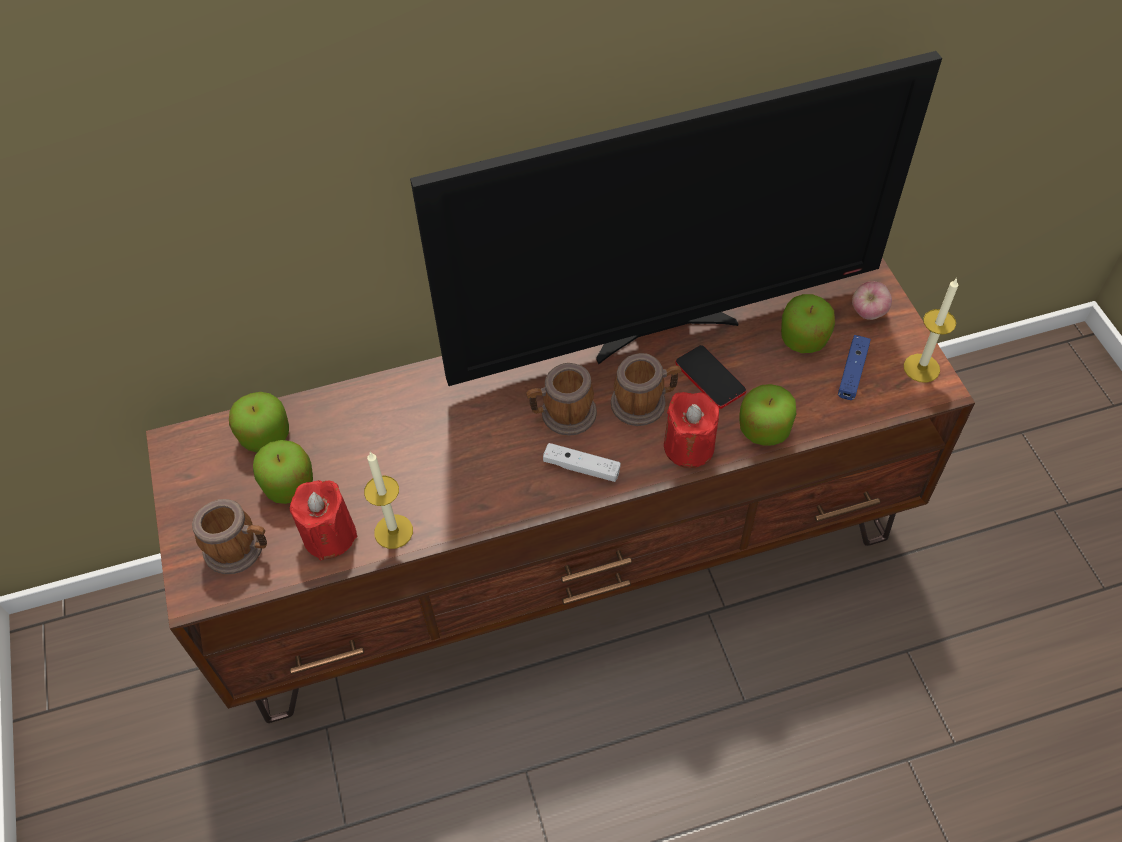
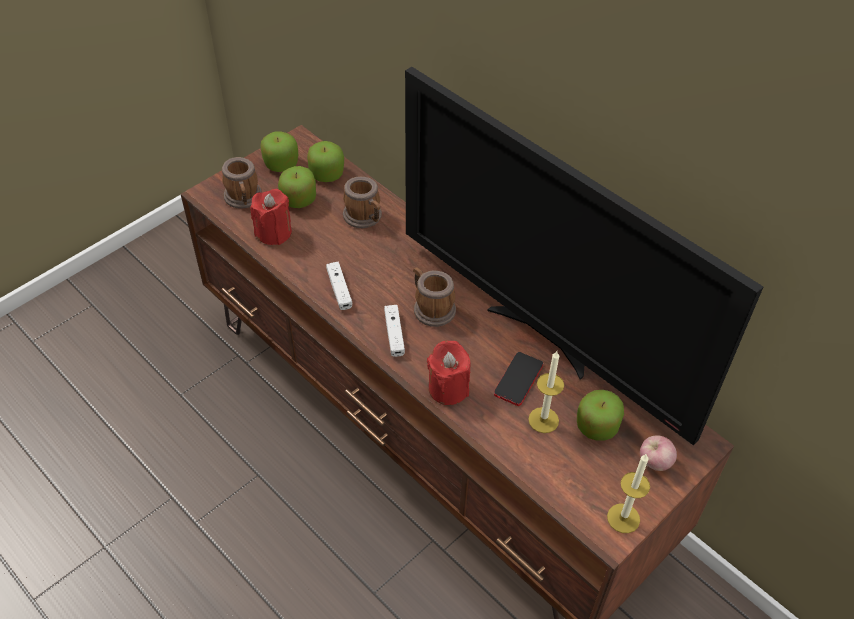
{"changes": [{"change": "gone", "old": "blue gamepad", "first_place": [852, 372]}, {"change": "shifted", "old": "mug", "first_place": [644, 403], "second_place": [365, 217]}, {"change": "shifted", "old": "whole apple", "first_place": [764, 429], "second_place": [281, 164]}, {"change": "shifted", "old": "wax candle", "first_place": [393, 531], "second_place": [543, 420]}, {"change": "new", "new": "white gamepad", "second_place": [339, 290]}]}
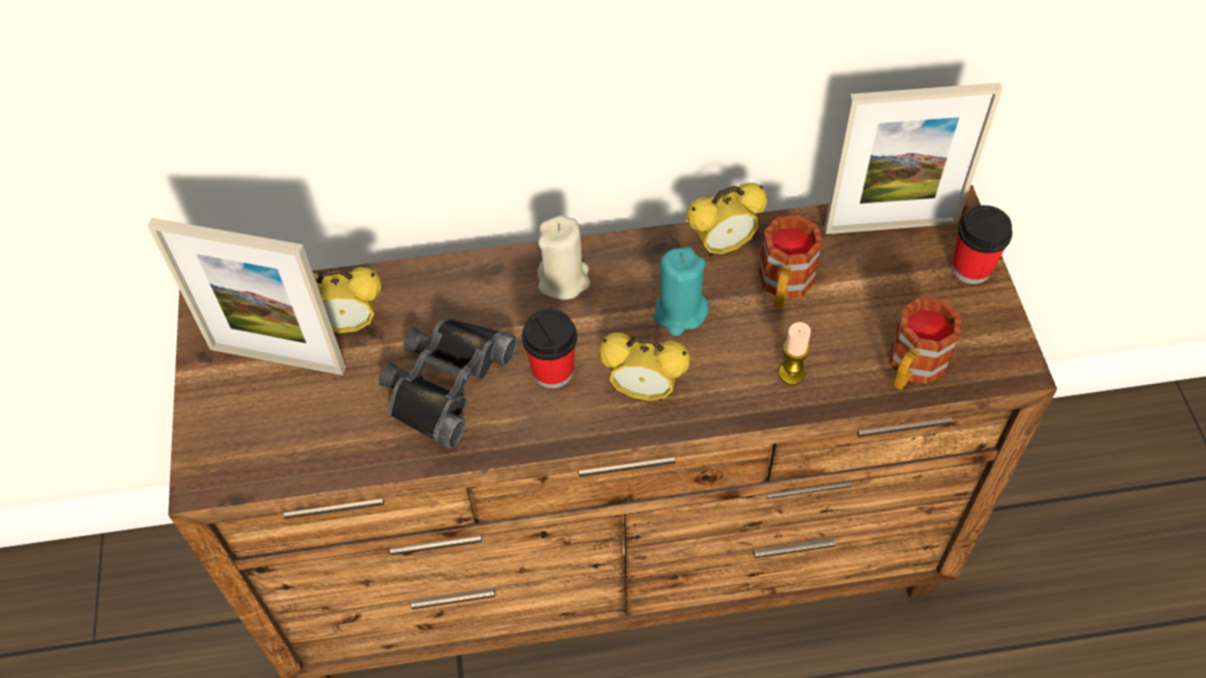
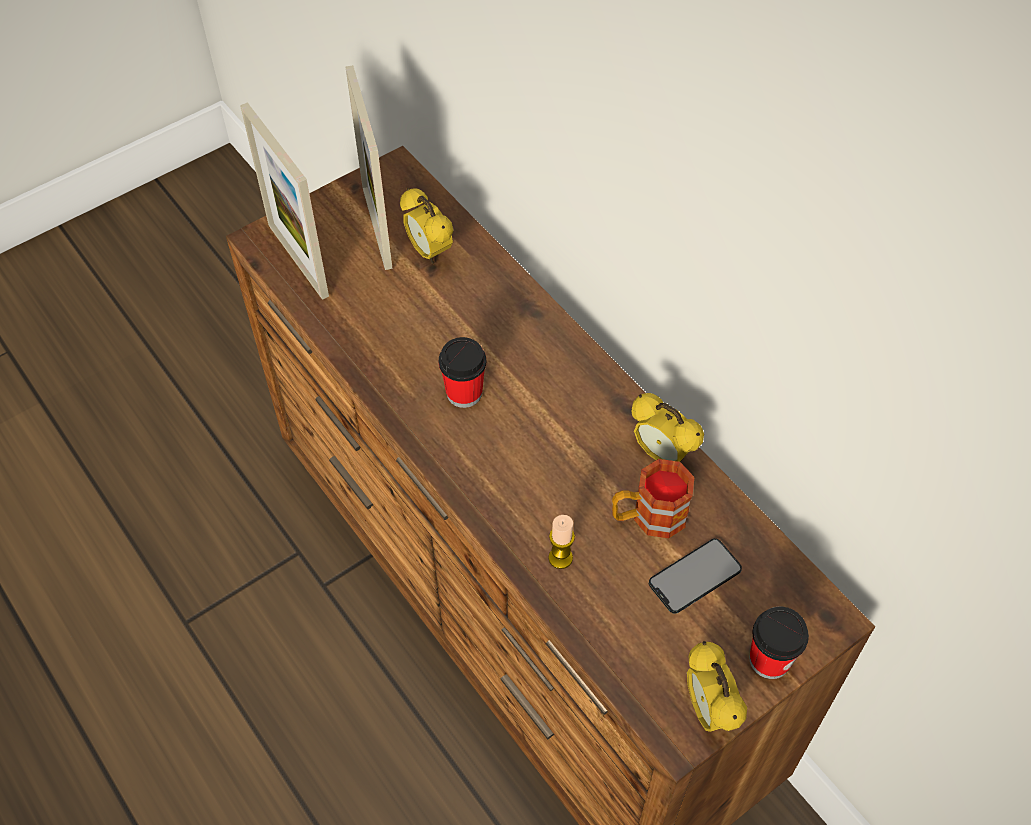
{"changes": [{"change": "shifted", "old": "picture frame", "first_place": [891, 225], "second_place": [298, 260]}, {"change": "gone", "old": "sand-coloured wax candle", "first_place": [564, 280]}, {"change": "gone", "old": "turquoise wax candle", "first_place": [680, 313]}, {"change": "gone", "old": "mug", "first_place": [912, 368]}, {"change": "gone", "old": "black-coloured pair of binoculars", "first_place": [444, 382]}, {"change": "shifted", "old": "bedside clock", "first_place": [643, 391], "second_place": [708, 710]}, {"change": "new", "new": "handset", "second_place": [695, 576]}]}
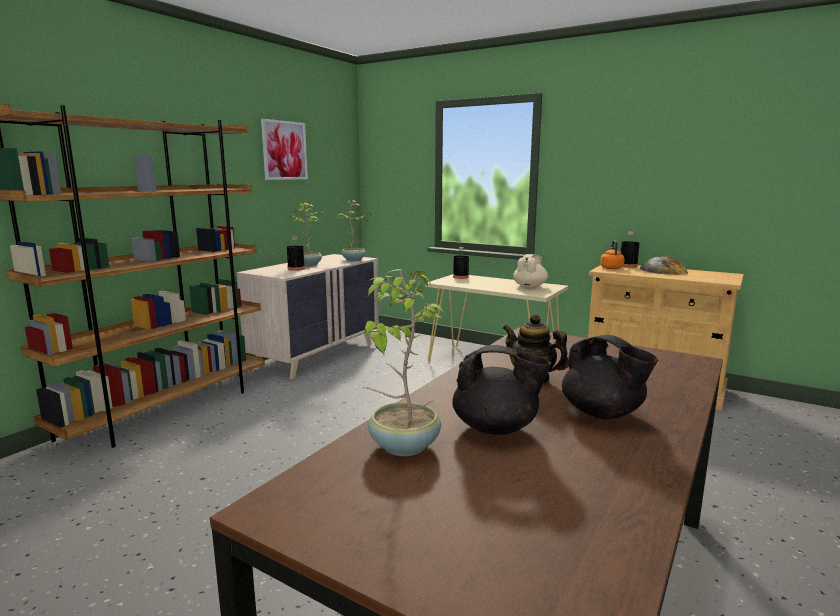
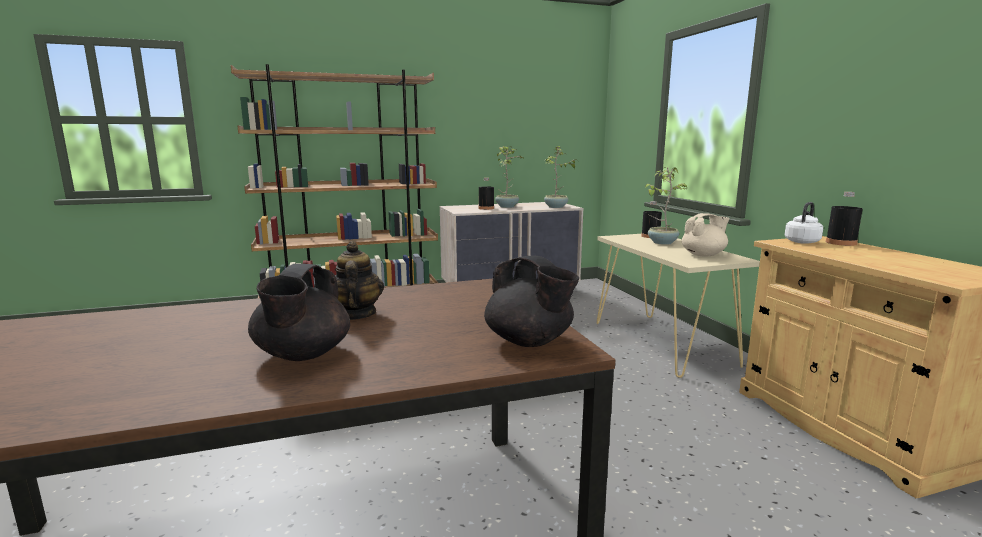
{"changes": [{"change": "gone", "old": "wall picture", "first_place": [284, 150]}, {"change": "repainted", "old": "orange tea kettle", "new": "white tea kettle", "first_place": [611, 268], "second_place": [802, 241]}, {"change": "gone", "old": "bakery bread", "first_place": [662, 270]}, {"change": "shifted", "old": "houseplant", "first_place": [402, 446], "second_place": [661, 242]}, {"change": "shifted", "old": "black-coloured tea pot", "first_place": [496, 428], "second_place": [529, 342]}]}
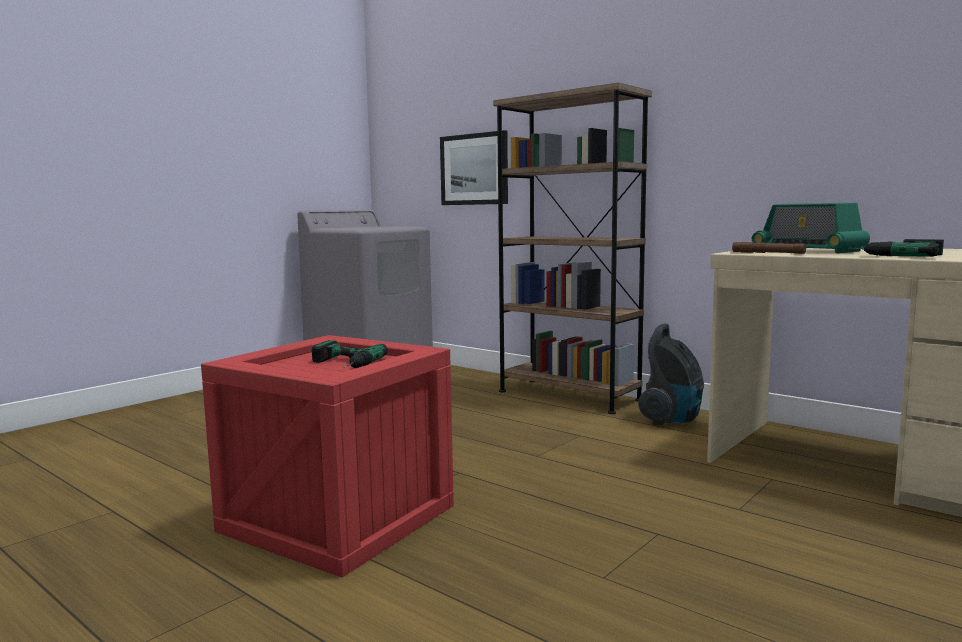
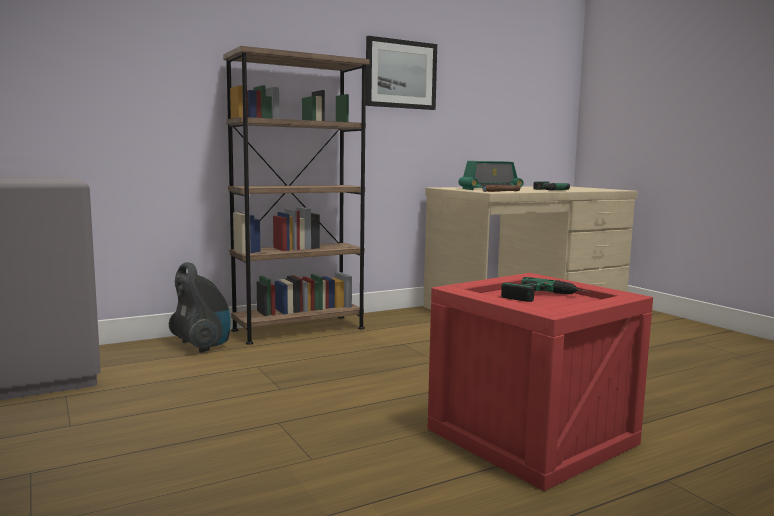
{"changes": [{"change": "shifted", "old": "wall picture", "first_place": [474, 169], "second_place": [401, 74]}, {"change": "shifted", "old": "hoover", "first_place": [672, 420], "second_place": [202, 345]}]}
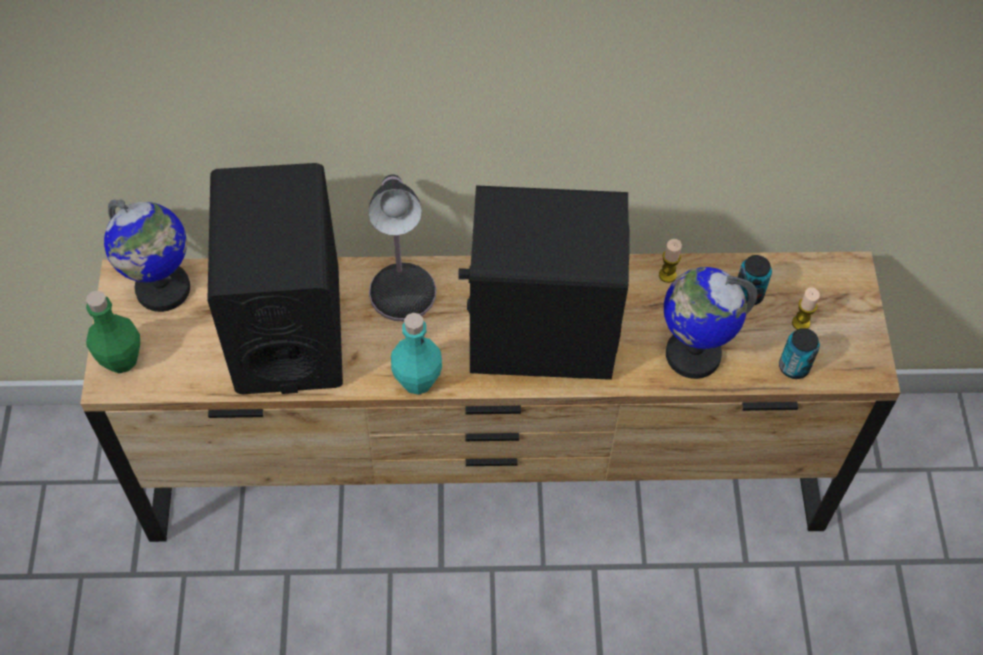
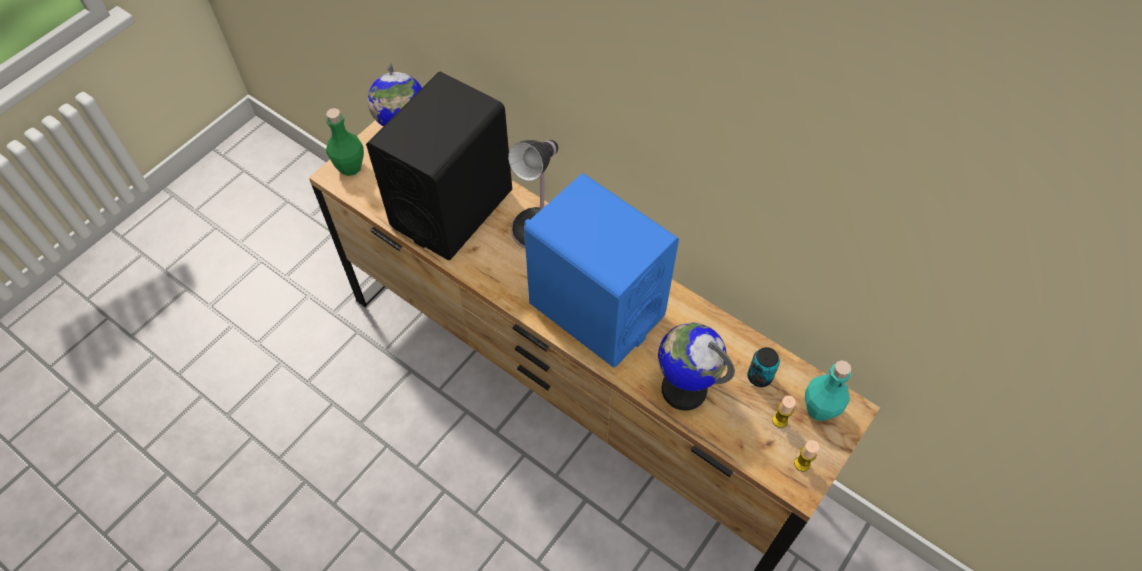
{"changes": [{"change": "repainted", "old": "black-coloured audio speaker", "new": "blue audio speaker", "first_place": [540, 334], "second_place": [596, 309]}, {"change": "shifted", "old": "wax candle", "first_place": [667, 275], "second_place": [802, 464]}, {"change": "shifted", "old": "turquoise drink bottle", "first_place": [417, 380], "second_place": [819, 409]}, {"change": "gone", "old": "metal can", "first_place": [794, 367]}]}
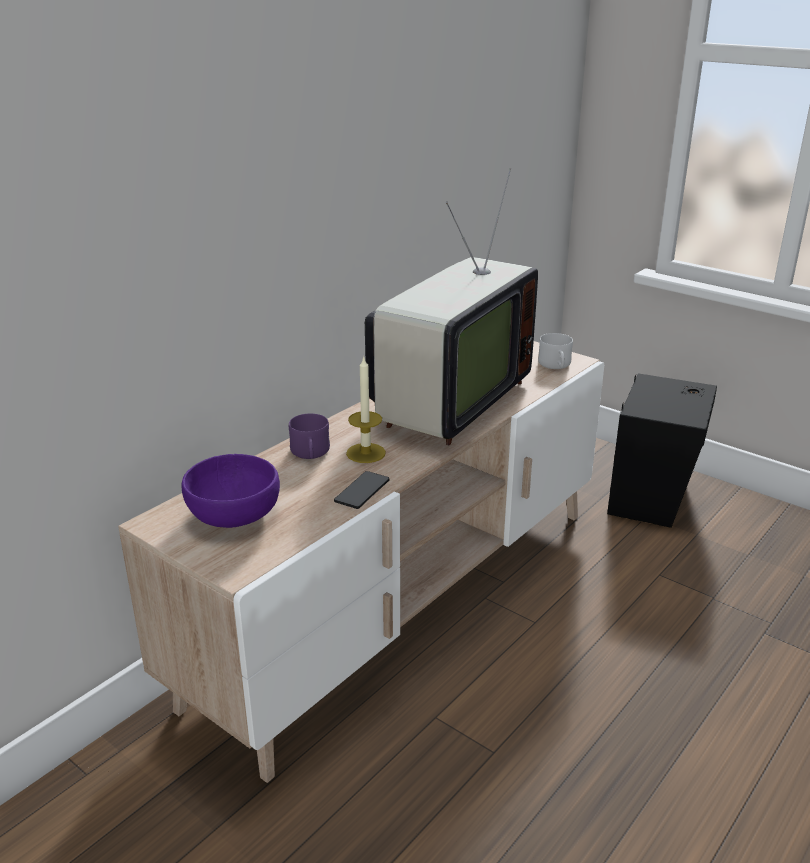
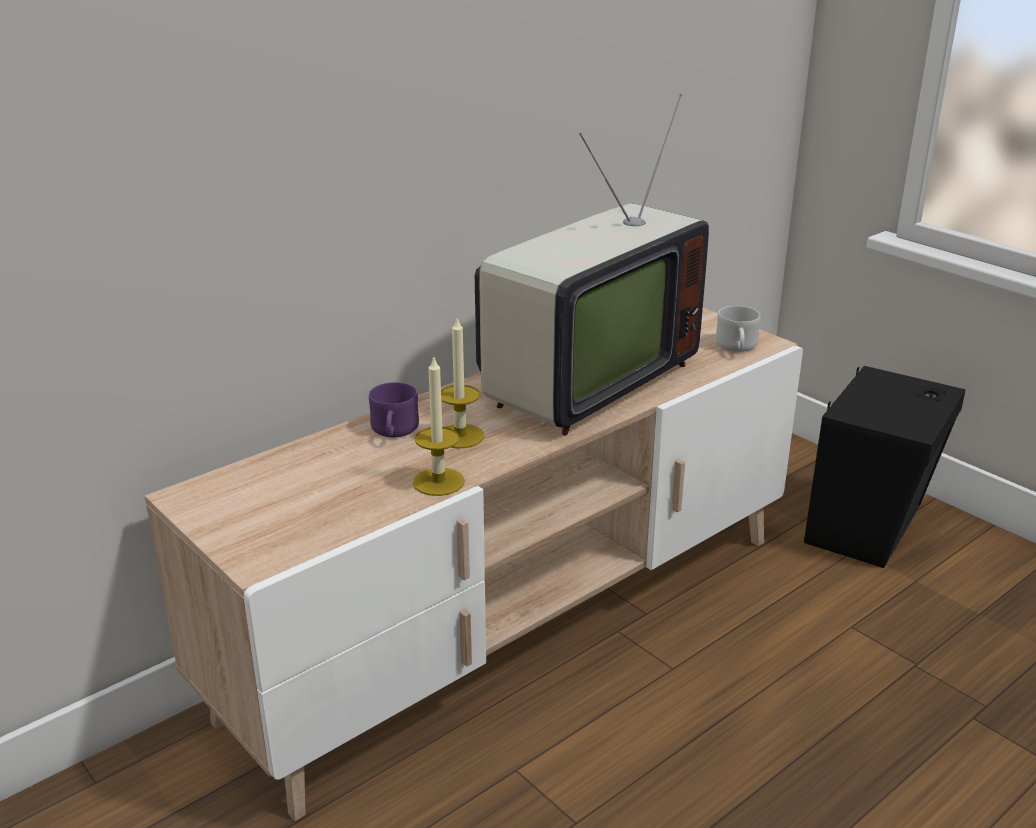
{"changes": [{"change": "gone", "old": "purple serving bowl", "first_place": [233, 514]}, {"change": "swapped", "old": "handset", "new": "wax candle", "first_place": [362, 491], "second_place": [438, 482]}]}
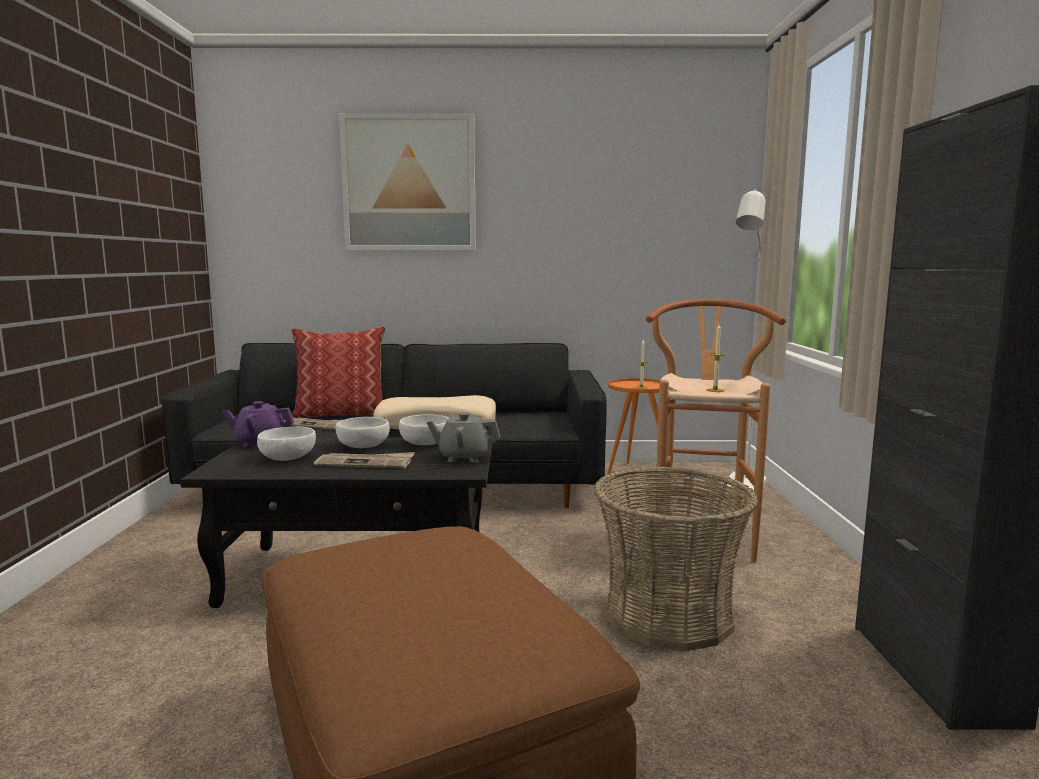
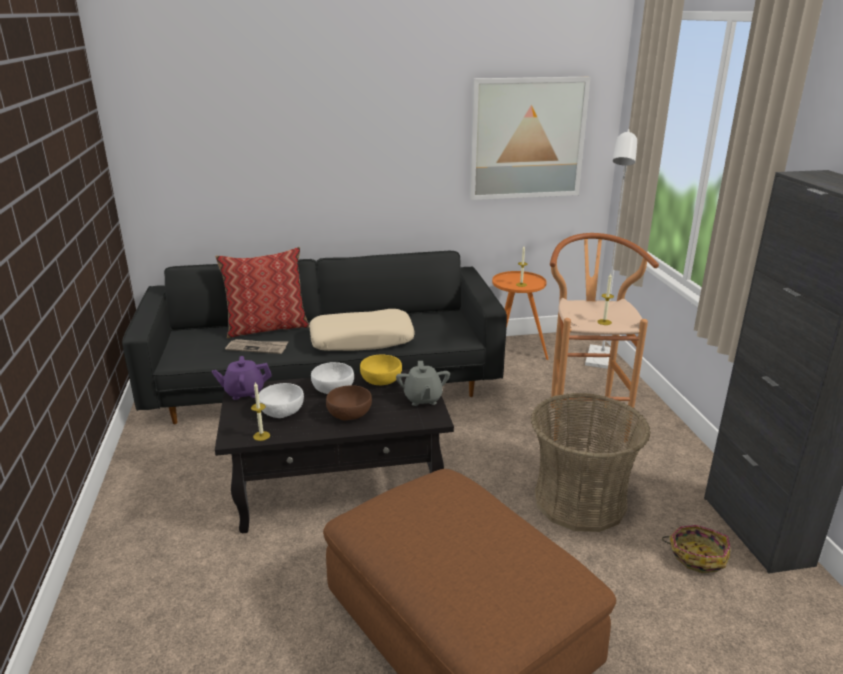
{"changes": [{"change": "shifted", "old": "wall picture", "first_place": [409, 183], "second_place": [527, 138]}, {"change": "rotated", "old": "gray tea pot", "first_place": [464, 457], "second_place": [422, 399], "degrees": -90}, {"change": "repainted", "old": "white serving bowl", "new": "yellowish serving bowl", "first_place": [425, 442], "second_place": [380, 380]}, {"change": "swapped", "old": "daily paper", "new": "brown-coloured serving bowl", "first_place": [365, 463], "second_place": [350, 414]}, {"change": "new", "new": "wax candle", "second_place": [261, 436]}, {"change": "new", "new": "basket", "second_place": [697, 556]}]}
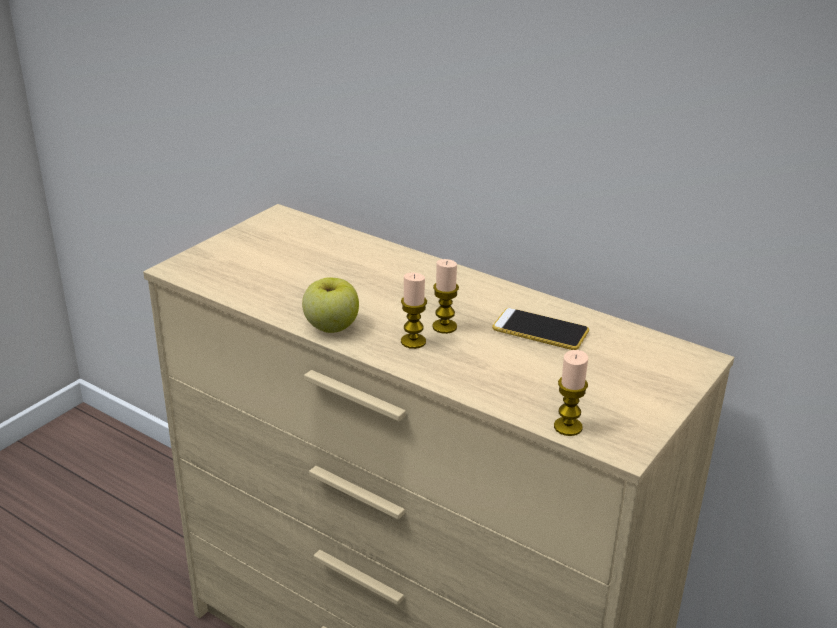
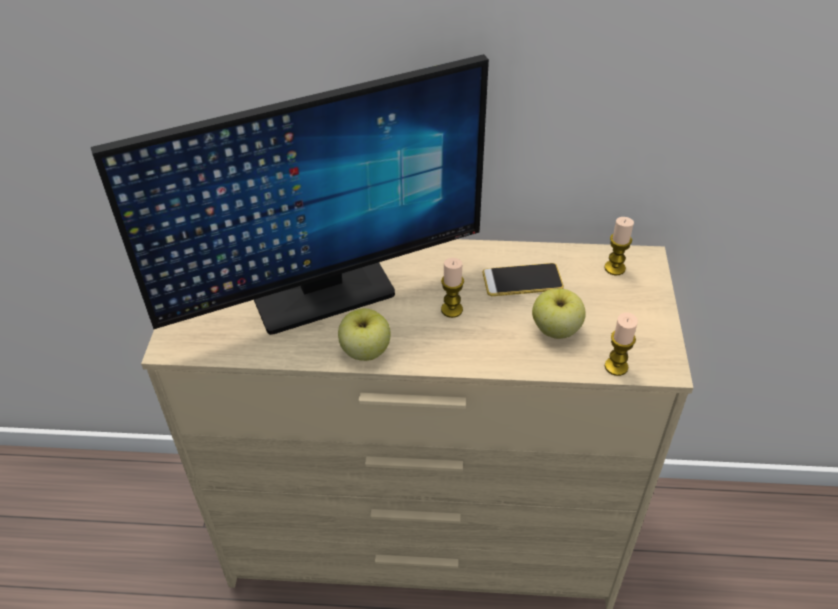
{"changes": [{"change": "shifted", "old": "wax candle", "first_place": [413, 341], "second_place": [614, 268]}, {"change": "new", "new": "monitor", "second_place": [321, 293]}, {"change": "new", "new": "whole apple", "second_place": [556, 330]}]}
